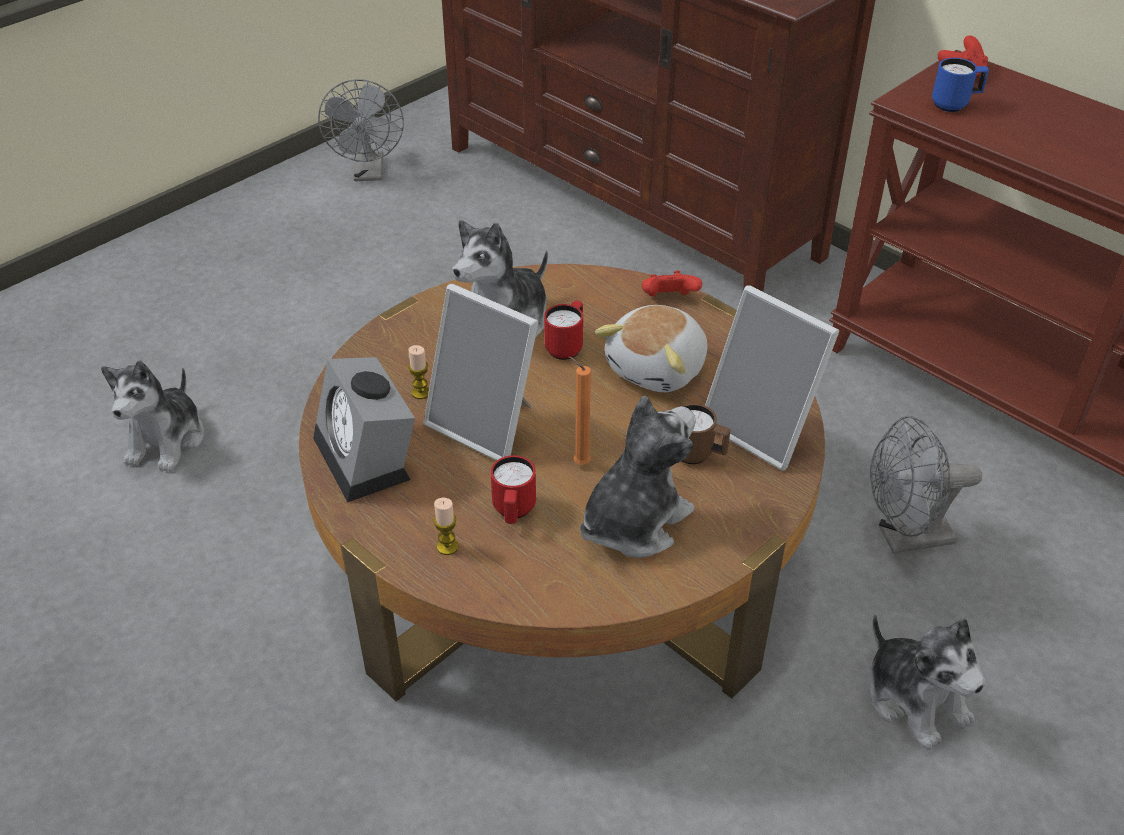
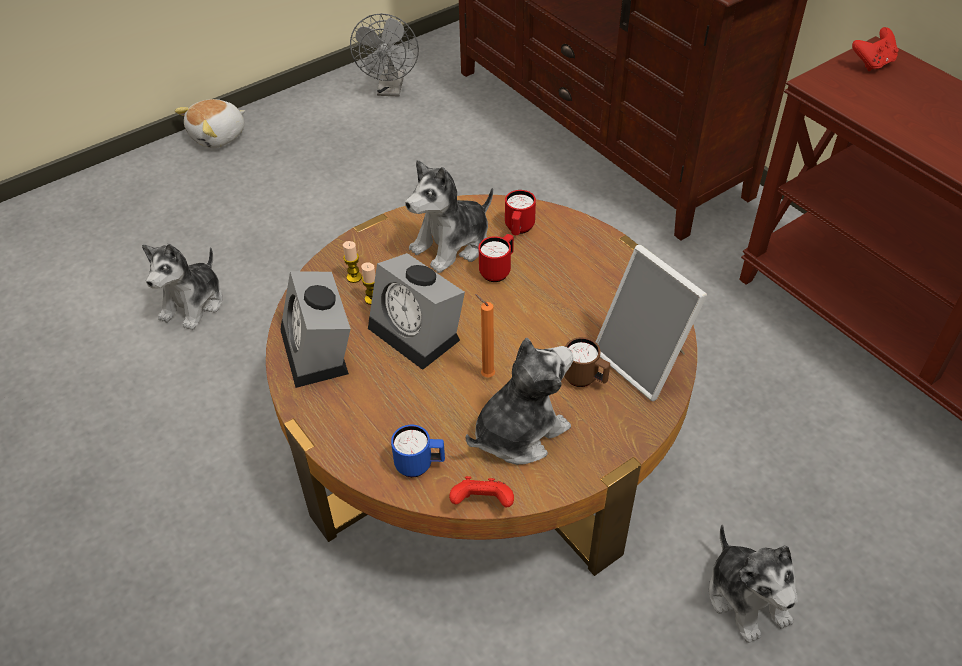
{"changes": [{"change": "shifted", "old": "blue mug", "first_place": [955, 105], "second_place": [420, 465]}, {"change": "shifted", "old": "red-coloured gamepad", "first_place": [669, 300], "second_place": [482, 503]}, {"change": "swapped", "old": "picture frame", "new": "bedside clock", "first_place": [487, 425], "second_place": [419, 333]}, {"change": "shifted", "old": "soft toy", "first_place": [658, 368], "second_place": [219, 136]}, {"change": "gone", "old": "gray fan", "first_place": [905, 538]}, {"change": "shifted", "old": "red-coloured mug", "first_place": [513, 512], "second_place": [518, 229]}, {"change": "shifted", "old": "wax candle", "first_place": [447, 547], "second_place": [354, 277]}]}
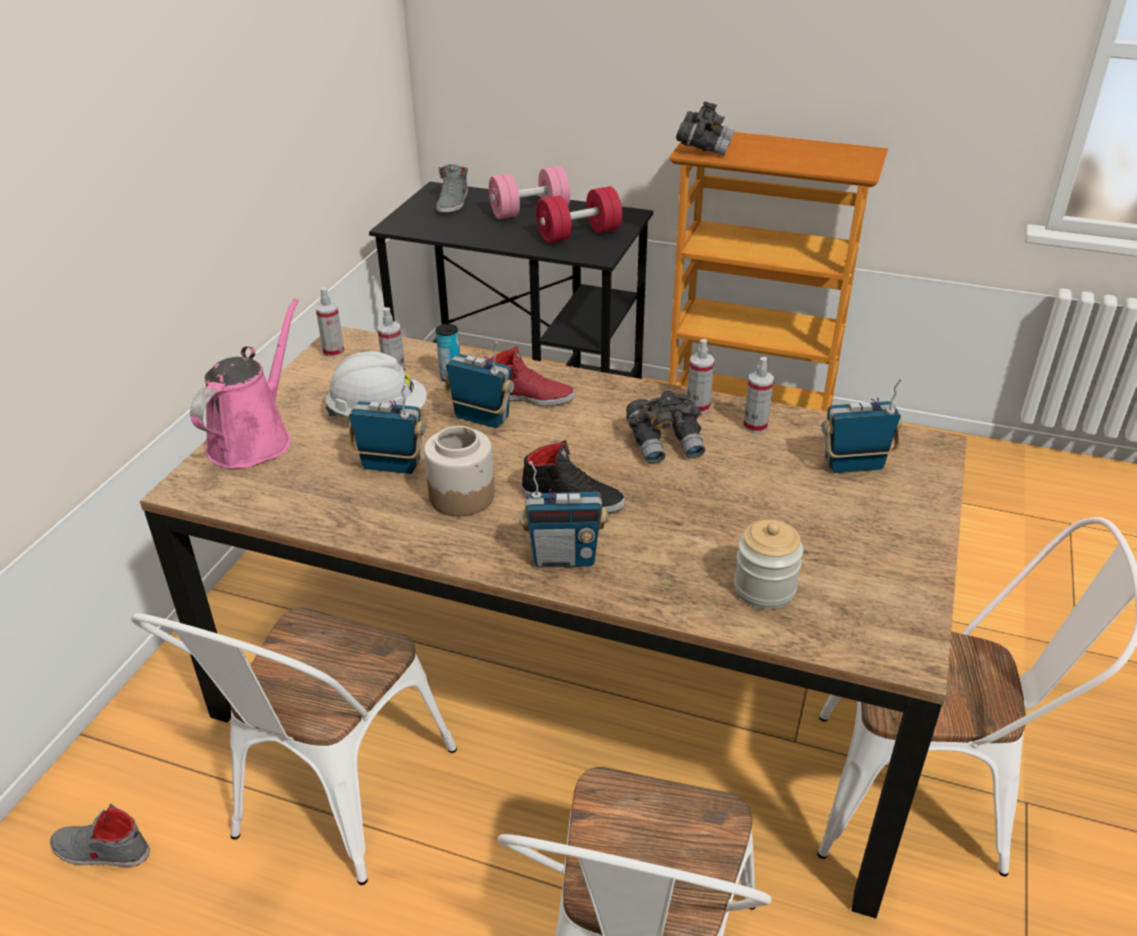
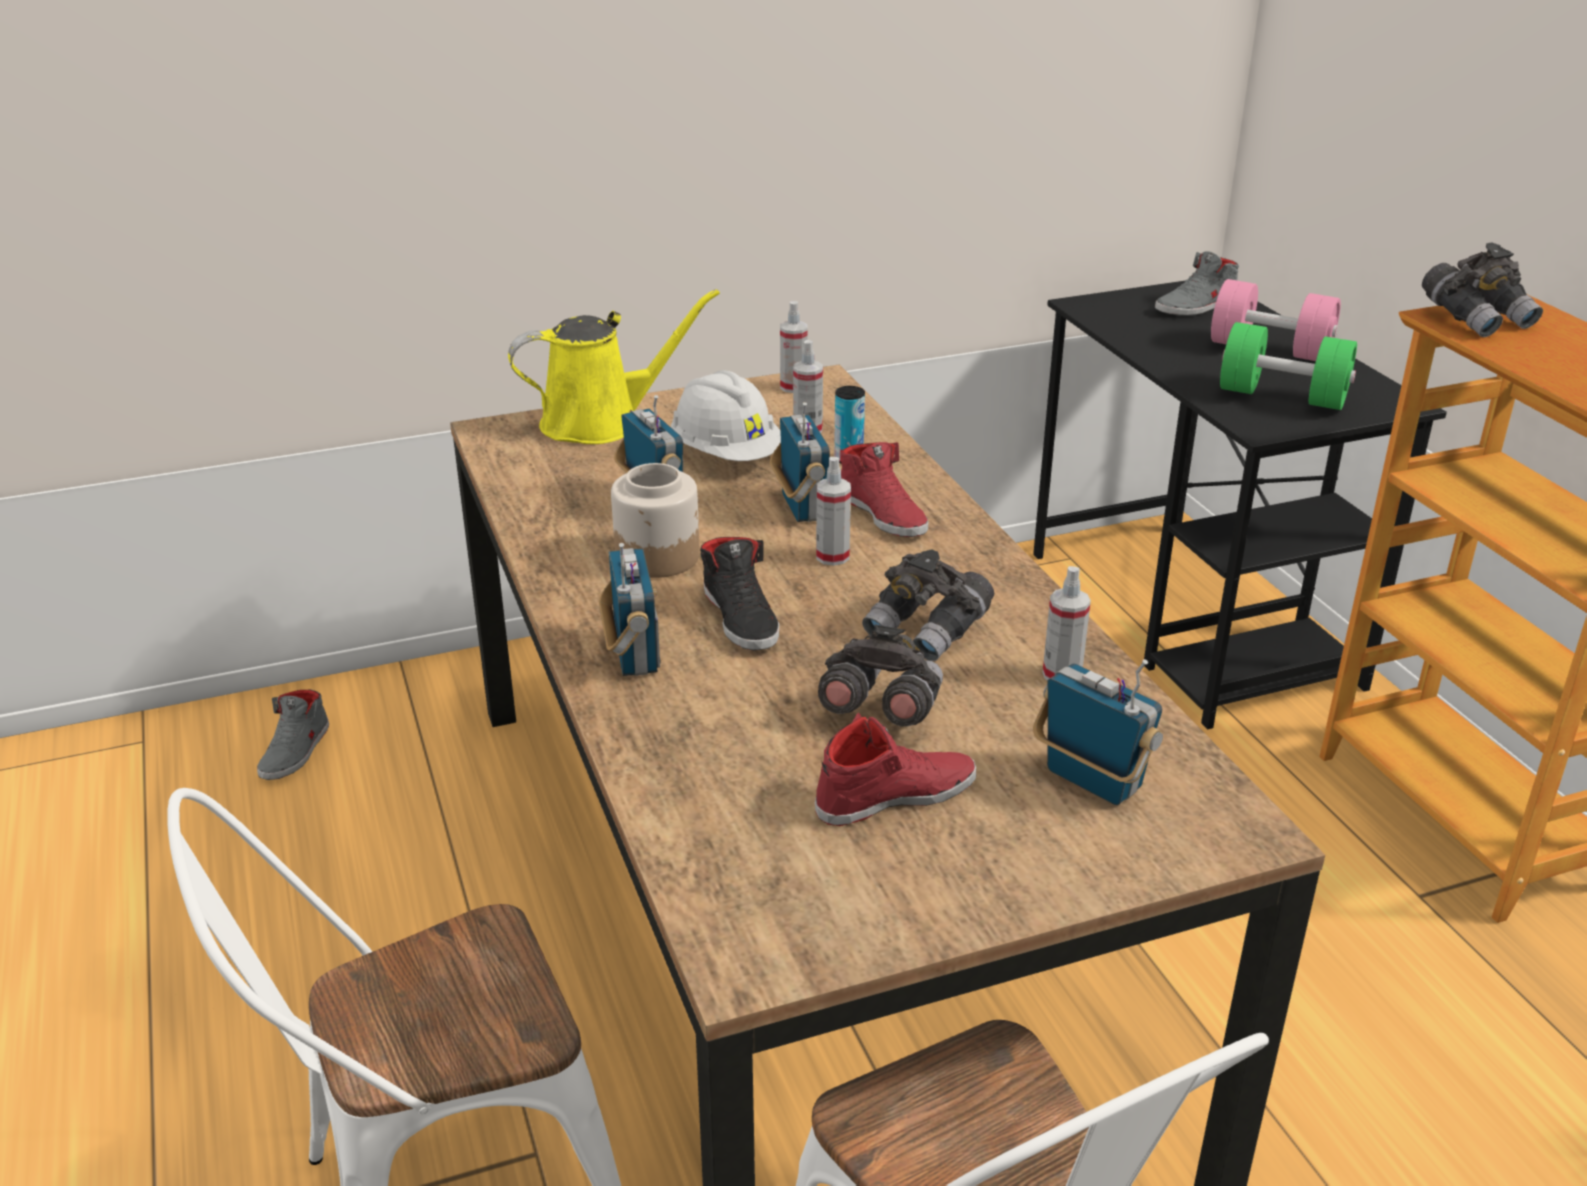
{"changes": [{"change": "repainted", "old": "red-coloured dumbbell", "new": "green dumbbell", "first_place": [579, 234], "second_place": [1282, 397]}, {"change": "repainted", "old": "pink watering can", "new": "yellowish watering can", "first_place": [254, 439], "second_place": [600, 422]}, {"change": "shifted", "old": "hand sprayer", "first_place": [698, 407], "second_place": [832, 556]}, {"change": "rotated", "old": "radio", "first_place": [564, 557], "second_place": [634, 656], "degrees": -150}, {"change": "gone", "old": "jar", "first_place": [764, 589]}, {"change": "gone", "old": "white chair", "first_place": [332, 803]}, {"change": "rotated", "old": "gray low shoe", "first_place": [100, 851], "second_place": [296, 751], "degrees": -135}, {"change": "new", "new": "gray pair of binoculars", "second_place": [880, 710]}, {"change": "new", "new": "red-coloured low shoe", "second_place": [894, 795]}]}
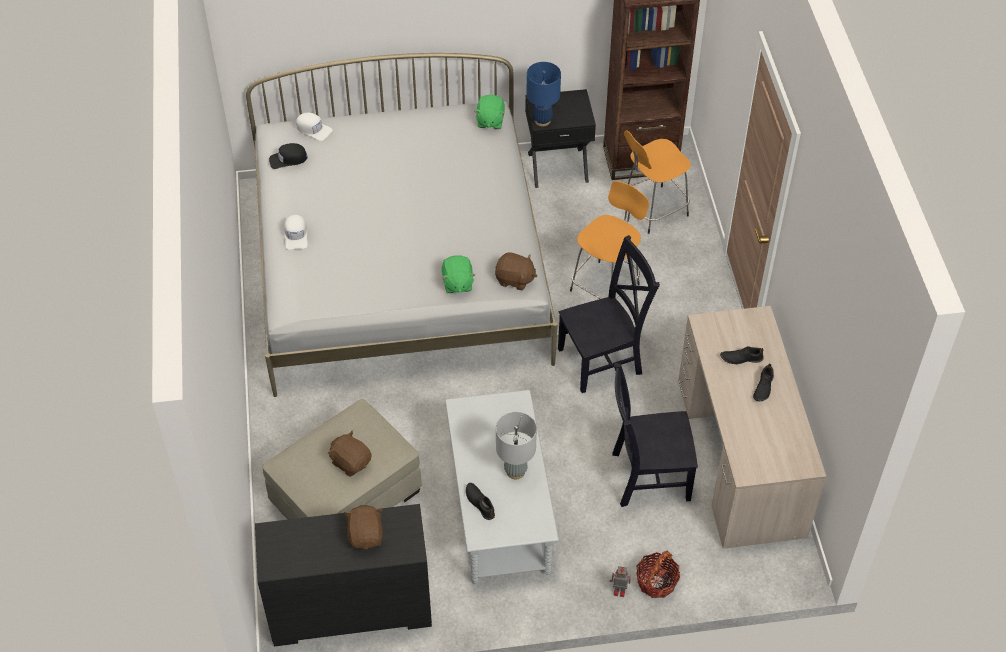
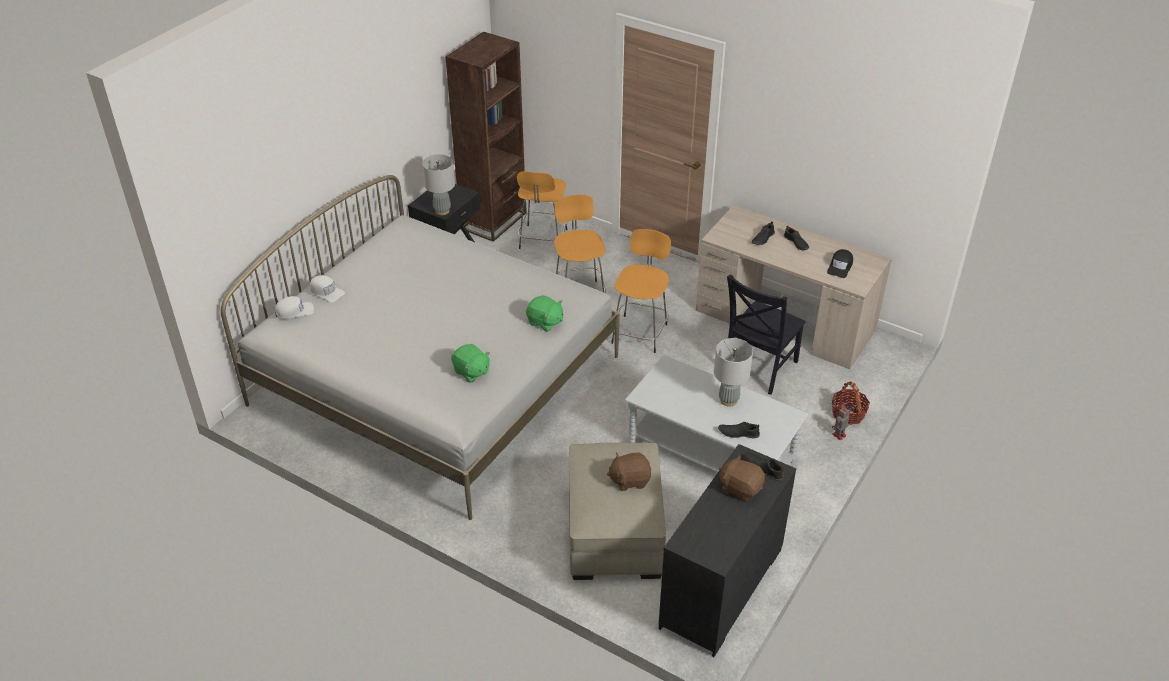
{"changes": [{"change": "repainted", "old": "blue table lamp", "new": "gray table lamp", "first_place": [542, 120], "second_place": [442, 211]}, {"change": "shifted", "old": "green soft toy", "first_place": [490, 121], "second_place": [471, 372]}, {"change": "shifted", "old": "black-coloured peaked cap", "first_place": [288, 159], "second_place": [840, 267]}, {"change": "shifted", "old": "white peaked cap", "first_place": [296, 235], "second_place": [326, 292]}, {"change": "swapped", "old": "black-coloured chair", "new": "orange stool", "first_place": [603, 360], "second_place": [640, 332]}, {"change": "gone", "old": "brown-coloured soft toy", "first_place": [515, 279]}, {"change": "new", "new": "black-coloured low shoe", "second_place": [764, 469]}]}
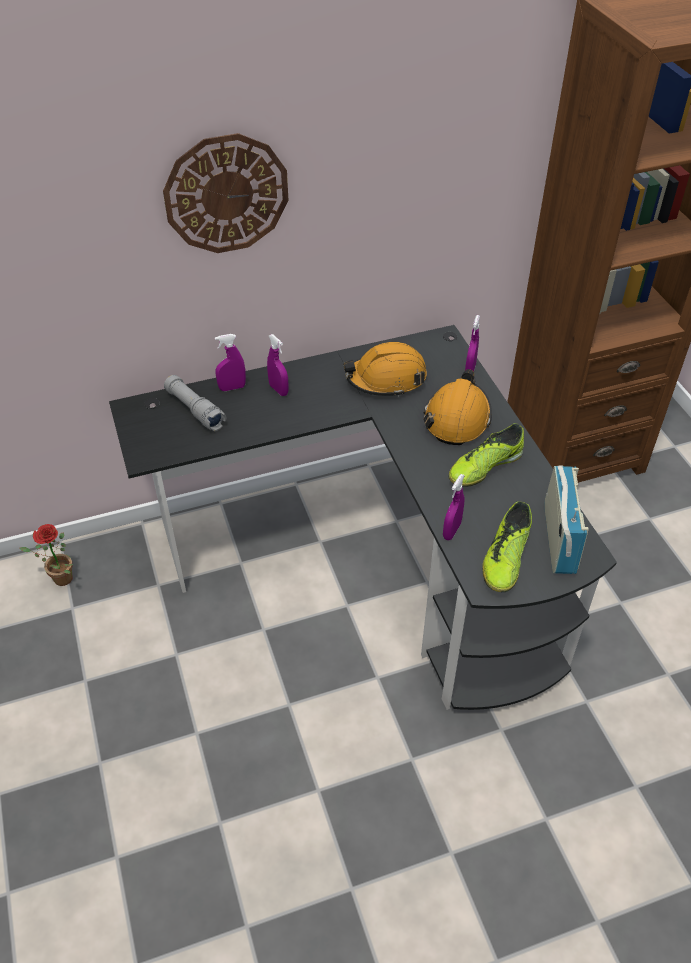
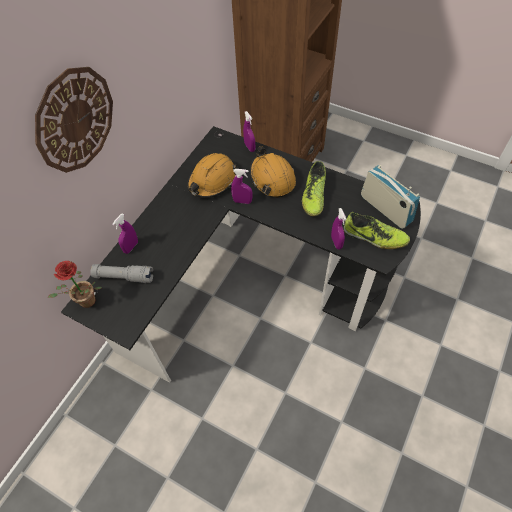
{"changes": [{"change": "shifted", "old": "purple hand sprayer", "first_place": [278, 390], "second_place": [242, 201]}, {"change": "rotated", "old": "low shoe", "first_place": [505, 558], "second_place": [374, 237], "degrees": -45}, {"change": "shifted", "old": "houseplant", "first_place": [59, 580], "second_place": [85, 304]}]}
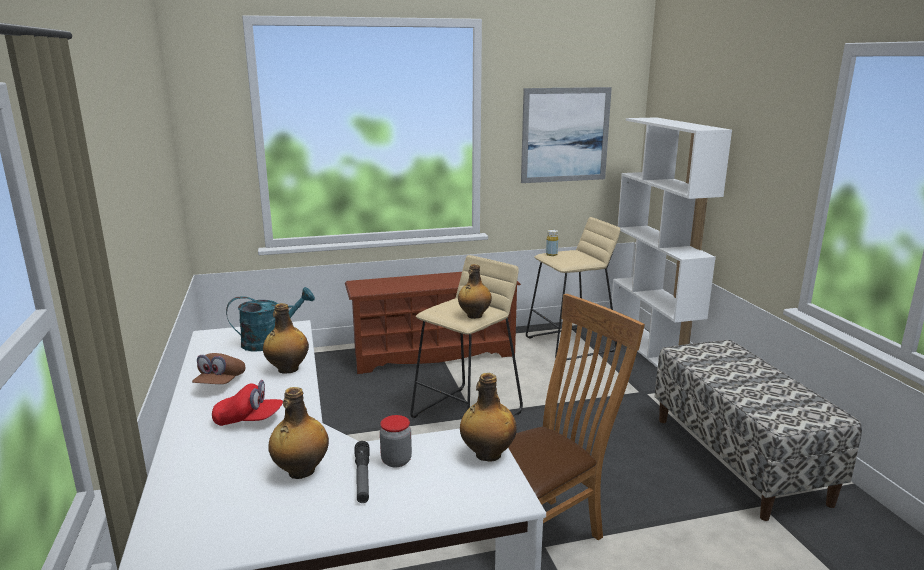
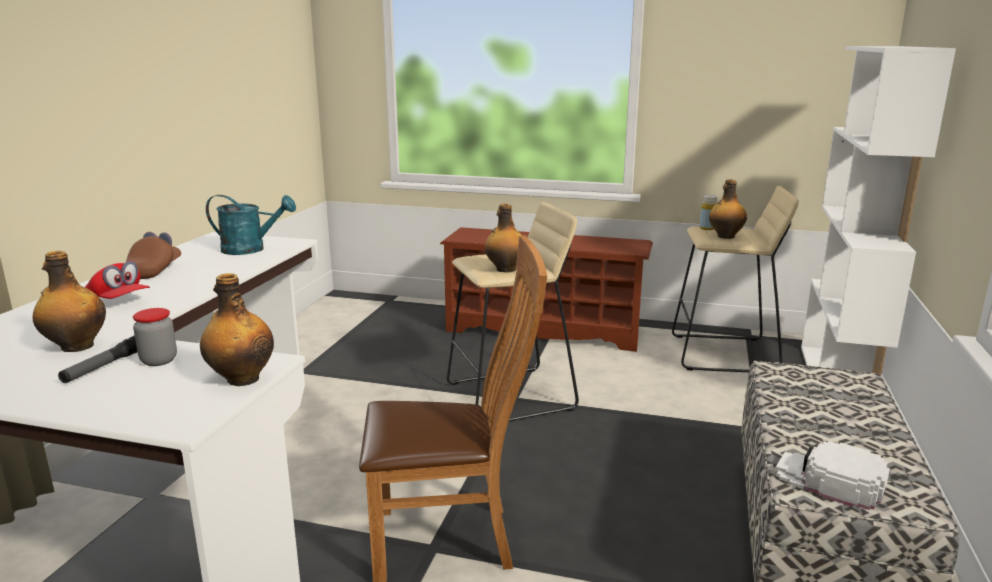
{"changes": [{"change": "gone", "old": "wall picture", "first_place": [565, 135]}, {"change": "shifted", "old": "drink bottle", "first_place": [287, 369], "second_place": [725, 236]}, {"change": "rotated", "old": "brown-coloured peaked cap", "first_place": [220, 383], "second_place": [155, 271], "degrees": 150}, {"change": "new", "new": "white peaked cap", "second_place": [830, 480]}]}
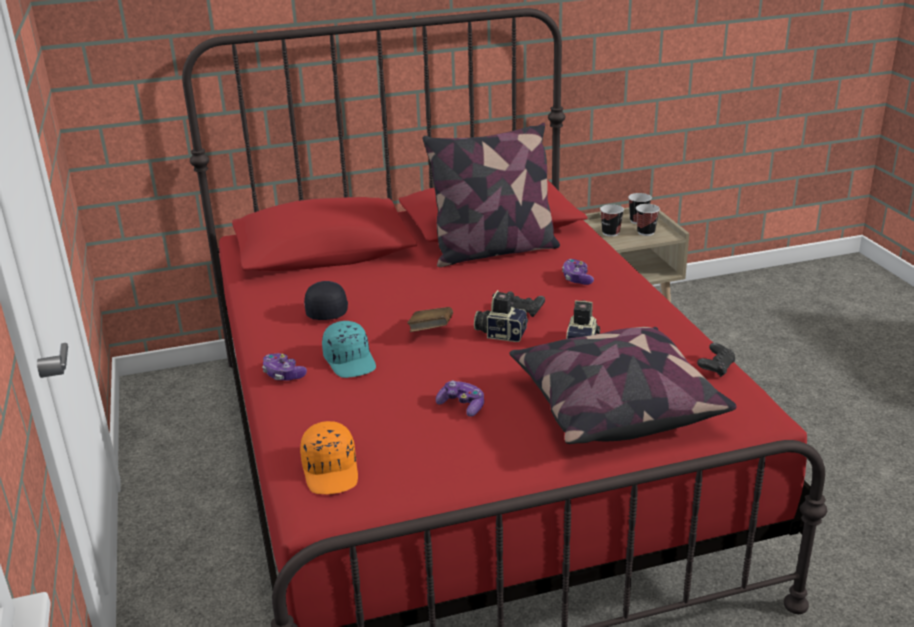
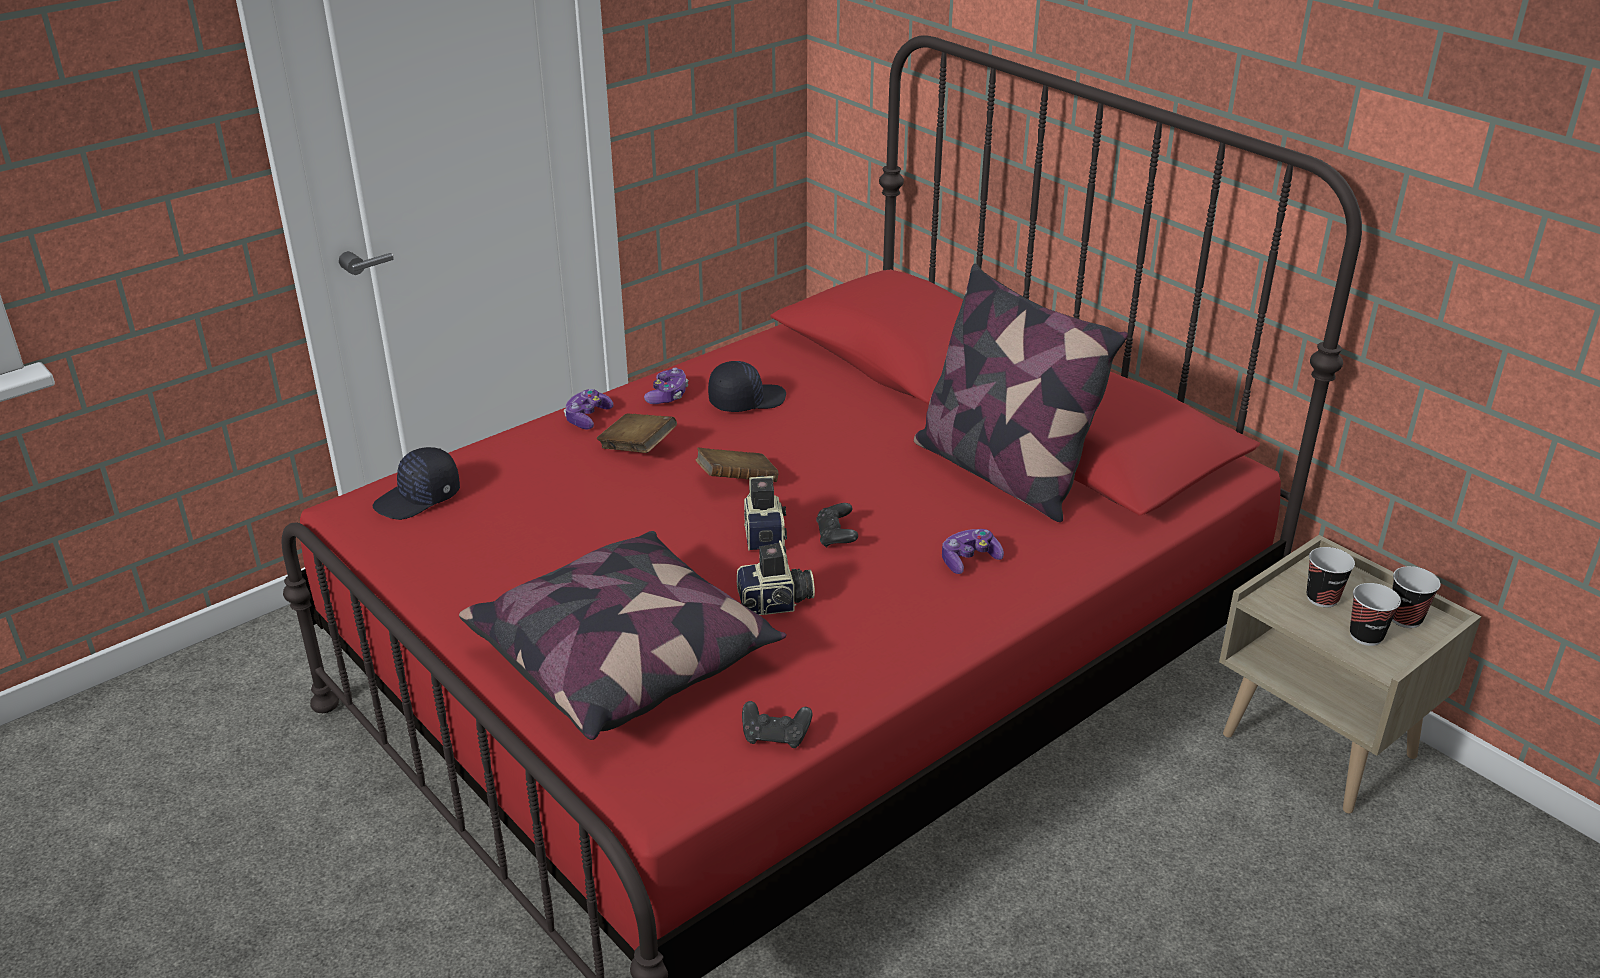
{"changes": [{"change": "swapped", "old": "turquoise peaked cap", "new": "brown-coloured volume", "first_place": [351, 361], "second_place": [638, 448]}, {"change": "shifted", "old": "gamepad", "first_place": [462, 406], "second_place": [668, 395]}, {"change": "repainted", "old": "orange peaked cap", "new": "black-coloured peaked cap", "first_place": [331, 470], "second_place": [419, 499]}]}
